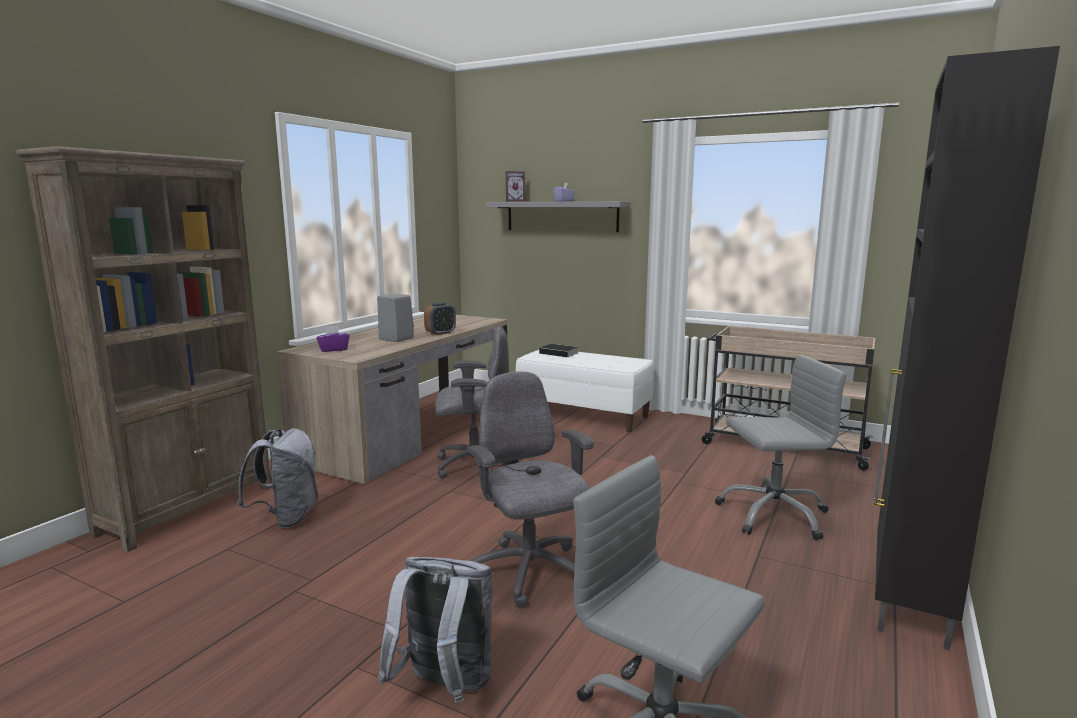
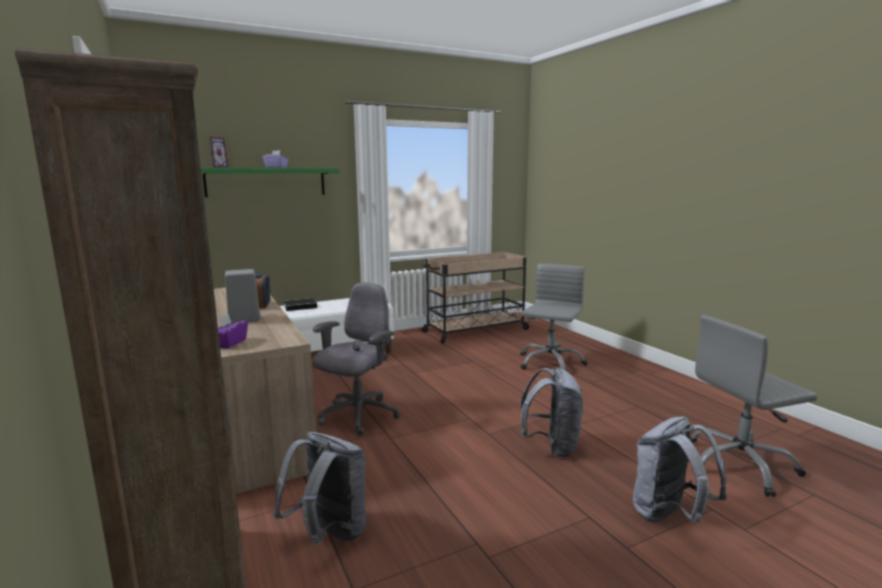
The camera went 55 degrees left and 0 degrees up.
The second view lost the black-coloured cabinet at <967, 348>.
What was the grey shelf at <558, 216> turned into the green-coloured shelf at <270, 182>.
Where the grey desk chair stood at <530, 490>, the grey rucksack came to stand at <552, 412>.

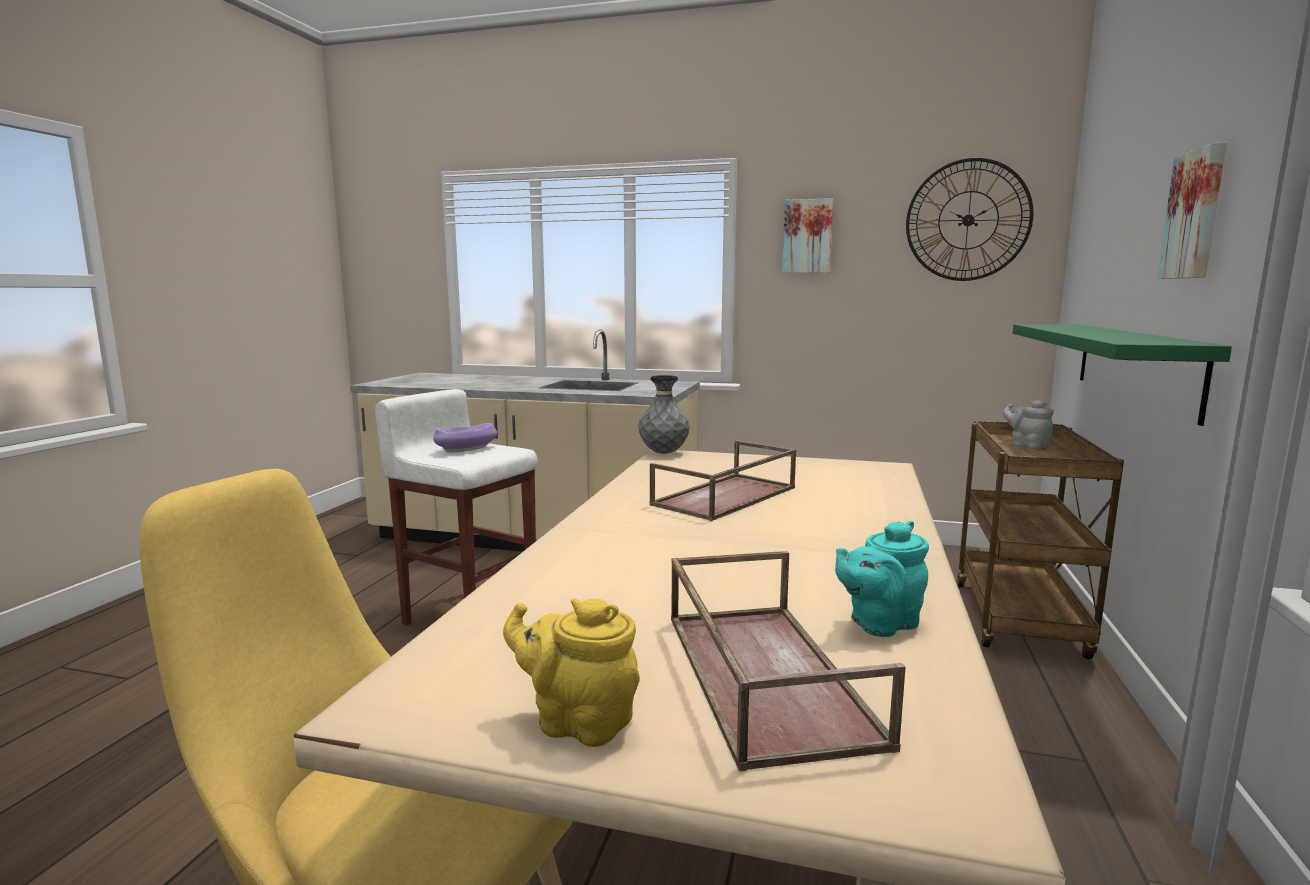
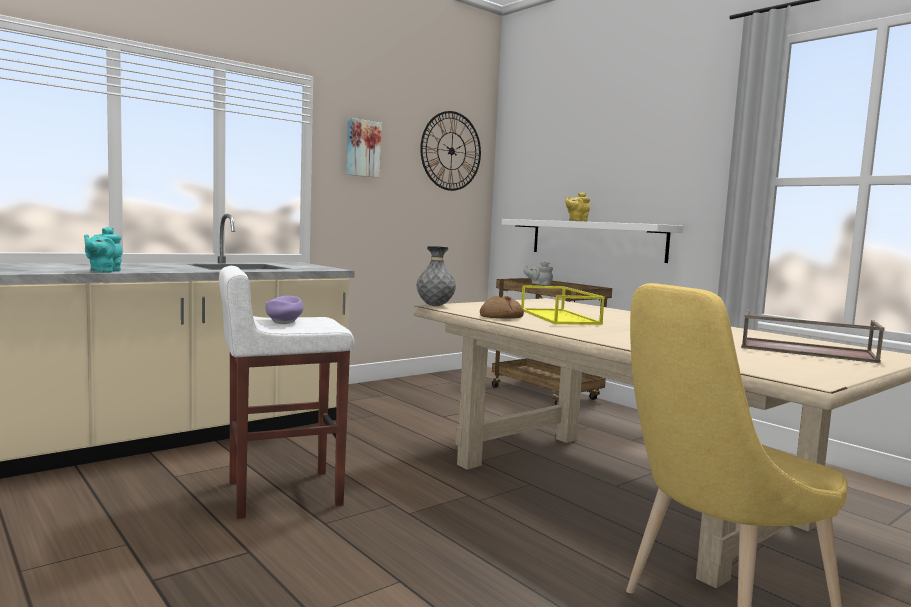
The camera went 55 degrees left and 5 degrees down.
The second view lost the wall picture at <1191, 210>.
What was the green-coloured shelf at <1122, 375> turned into the white-coloured shelf at <593, 241>.
What was the brown carrying tray at <722, 480> turned into the yellowish carrying tray at <563, 305>.
The turquoise tea pot ended up elsewhere, having gone from <882, 579> to <103, 250>.
The yellowish tea pot ended up elsewhere, having gone from <571, 672> to <577, 207>.
The second view gained the bread at <502, 307>.

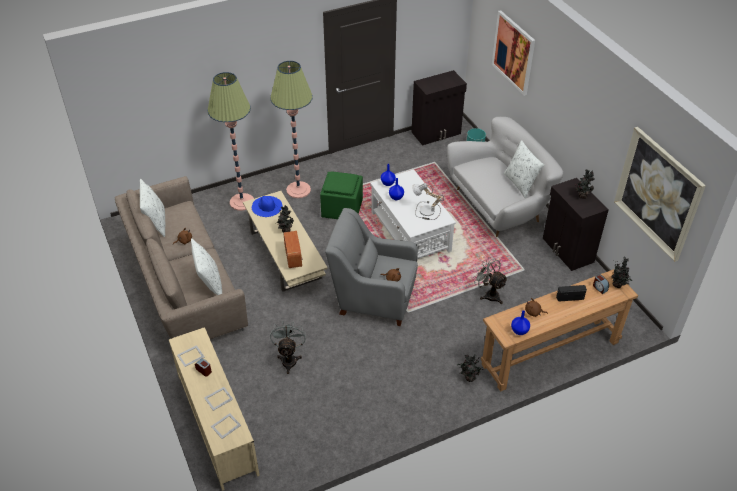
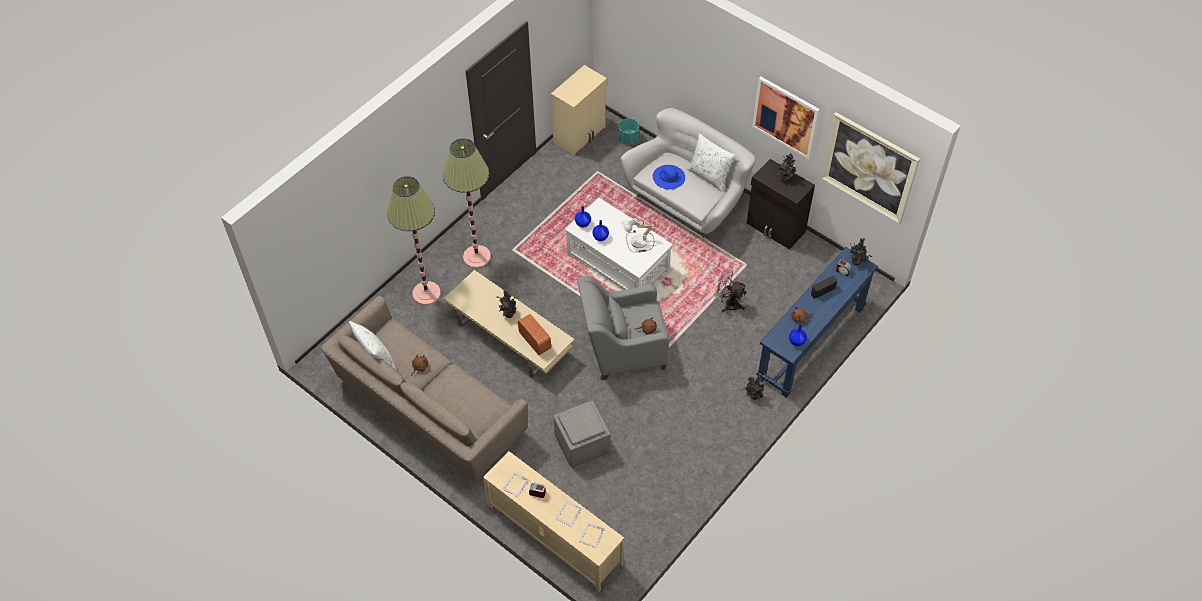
The camera went 25 degrees left and 10 degrees up.
The wall picture ended up elsewhere, having gone from <513, 53> to <786, 118>.
What was the black-coloured cabinet at <439, 107> turned into the beige-coloured cabinet at <579, 110>.
The second view lost the green-coloured ottoman at <341, 195>.
The blue-coloured hat ended up elsewhere, having gone from <267, 206> to <669, 177>.
The second view lost the white-coloured throw pillow at <206, 266>.
What was the brown hall table at <559, 330> turned into the blue-coloured hall table at <817, 322>.
Where the grey electric fan stood at <288, 347>, the grey ottoman came to stand at <581, 434>.

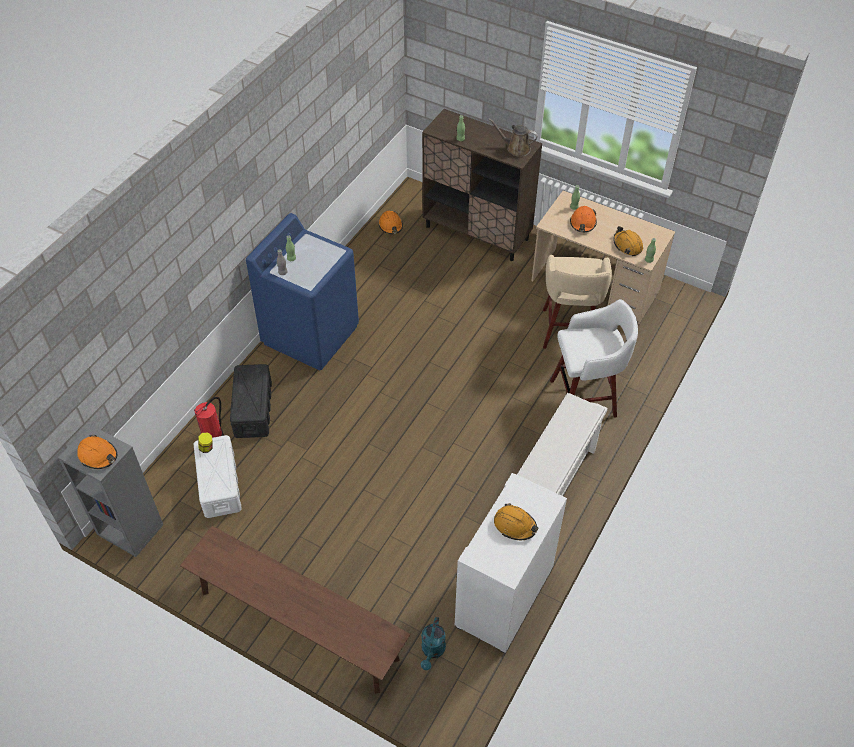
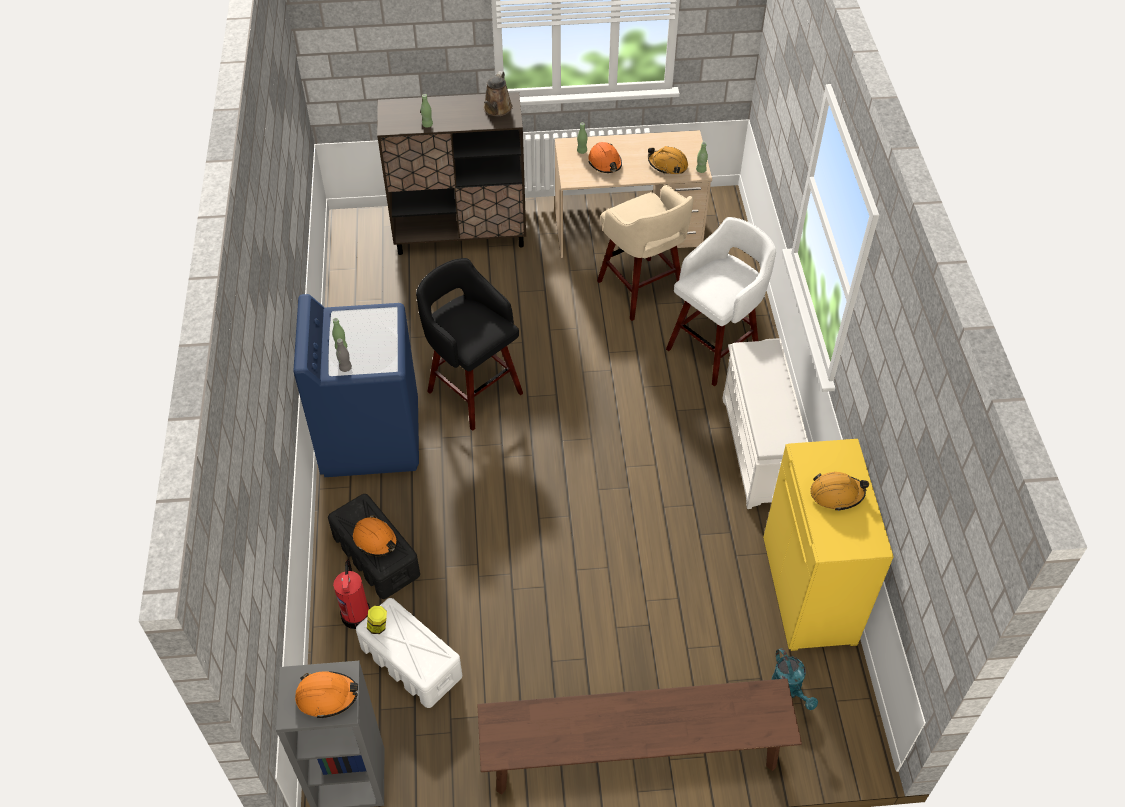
The camera went 35 degrees left and 0 degrees up.
The brown watering pot at <513, 138> ended up facing another way, 60 degrees counterclockwise from before.
The orange-coloured safety helmet ended up elsewhere, having gone from <390, 222> to <375, 535>.
What was the white-coloured cabinet at <511, 563> turned into the yellowish cabinet at <828, 545>.
The second view gained the black-coloured stool seat at <469, 344>.

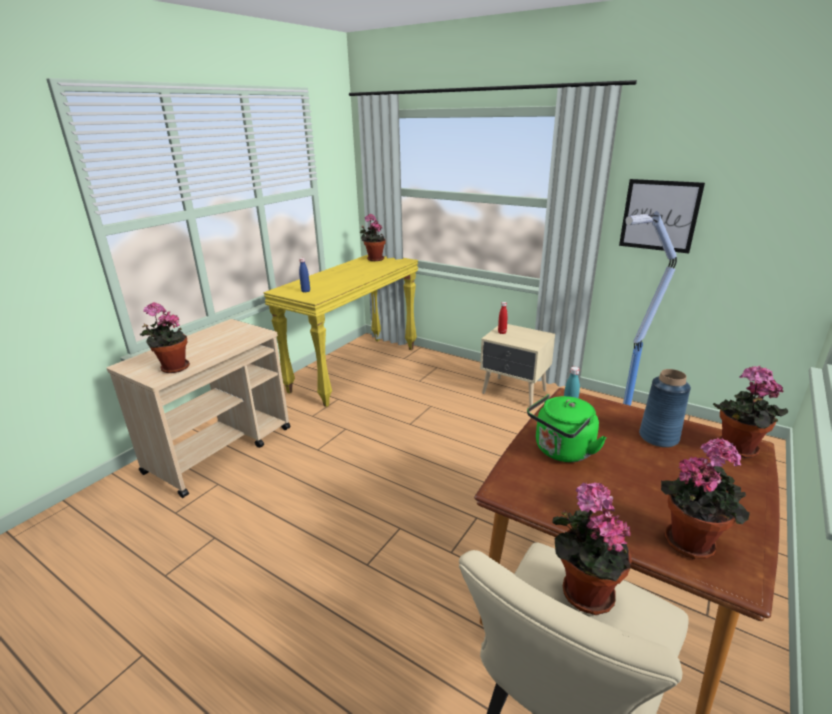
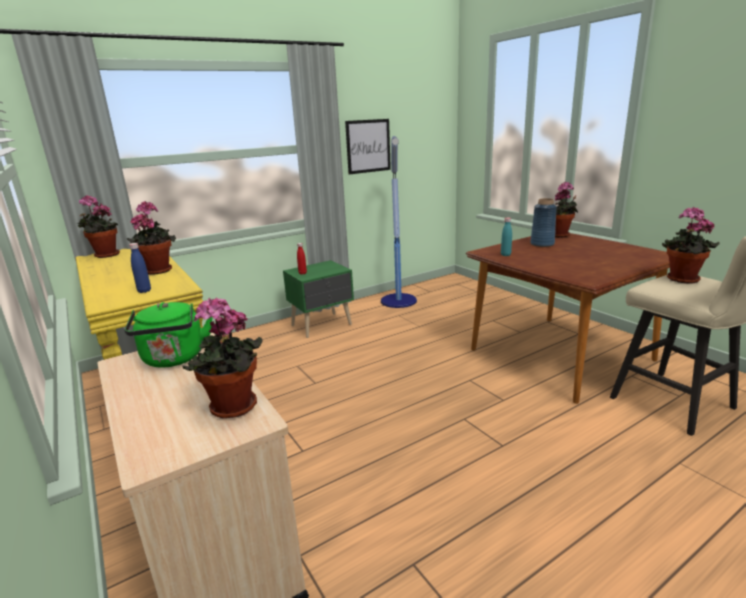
The camera went 65 degrees left and 5 degrees down.
What was the beige-coloured nightstand at <517, 365> turned into the green-coloured nightstand at <318, 299>.
The green-coloured kettle ended up elsewhere, having gone from <567, 428> to <168, 335>.
The potted plant ended up elsewhere, having gone from <705, 498> to <151, 238>.

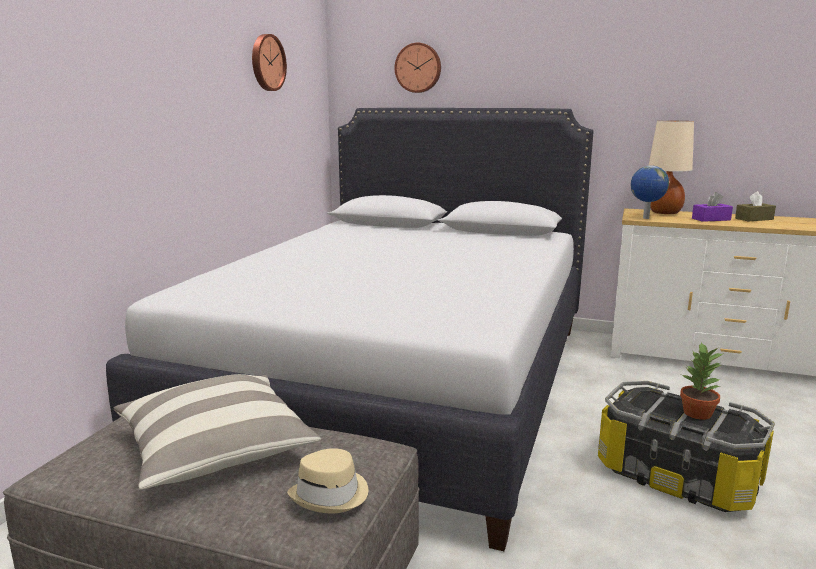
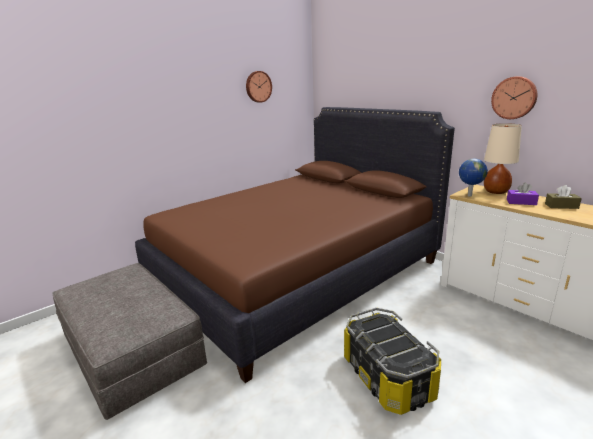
The camera went 30 degrees right and 5 degrees up.
The wall clock ended up elsewhere, having gone from <418, 68> to <514, 97>.
What was the white-coloured sleeping bed at <350, 329> turned into the brown sleeping bed at <295, 245>.
The second view lost the potted plant at <702, 381>.
The second view lost the throw pillow at <217, 432>.
The second view lost the beige-coloured hat at <327, 480>.

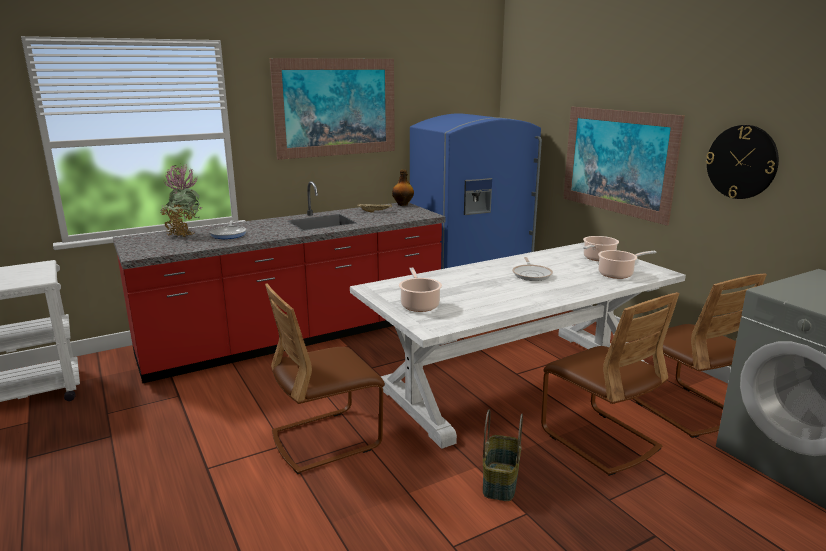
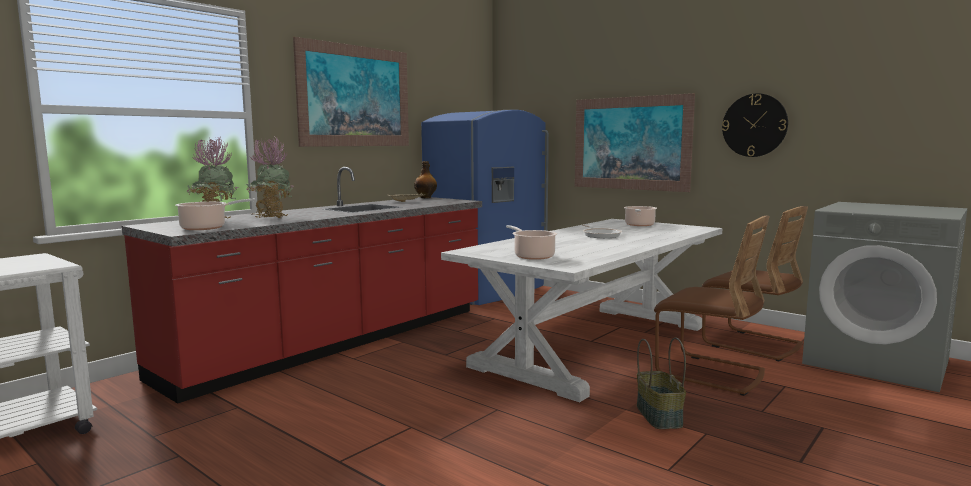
The camera went 20 degrees left and 10 degrees down.
Where the skillet stood at <228, 229>, the potted plant came to stand at <270, 177>.
The stockpot ended up elsewhere, having gone from <627, 264> to <215, 214>.
The second view lost the brown chair at <325, 378>.

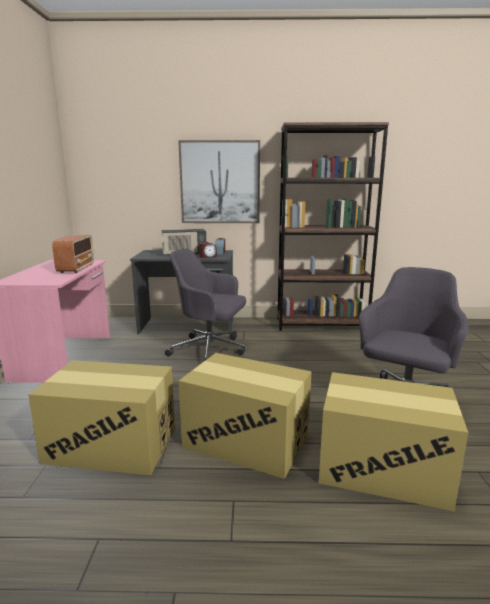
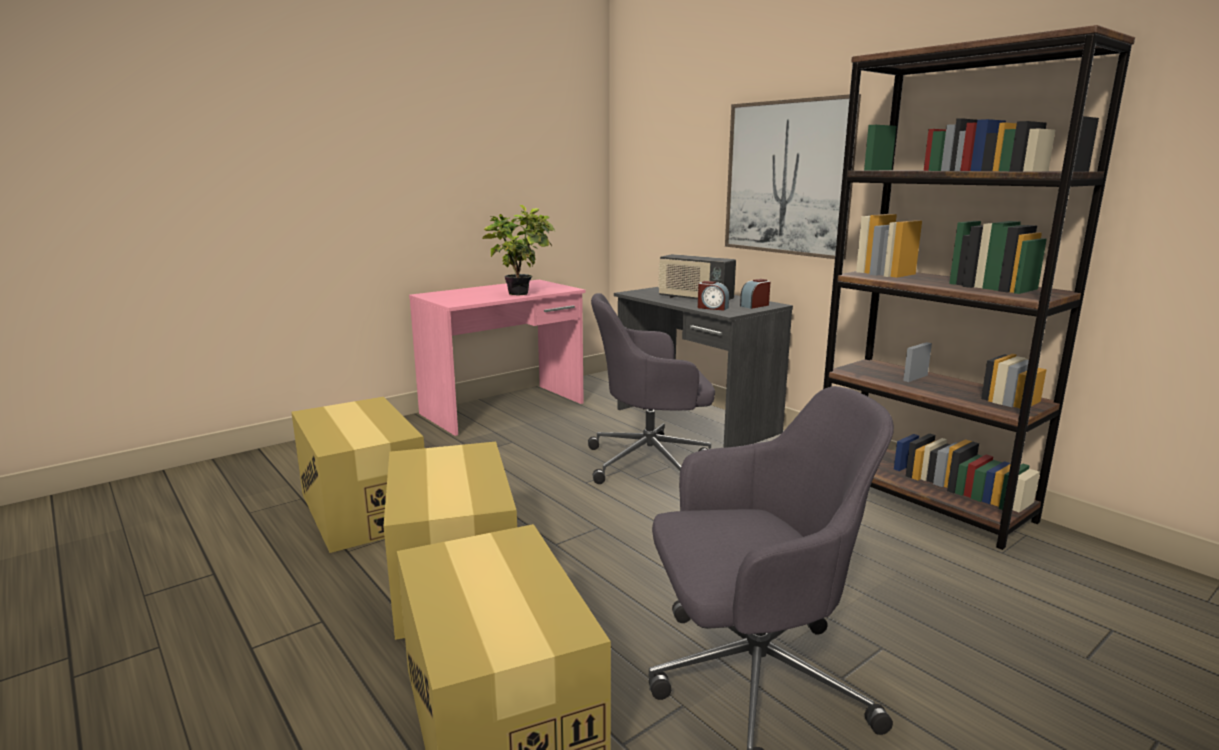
The camera went 50 degrees right and 0 degrees up.
Where the radio receiver stood at <73, 254>, the potted plant came to stand at <518, 250>.
The grey desk chair at <205, 304> ended up facing another way, 75 degrees counterclockwise from before.

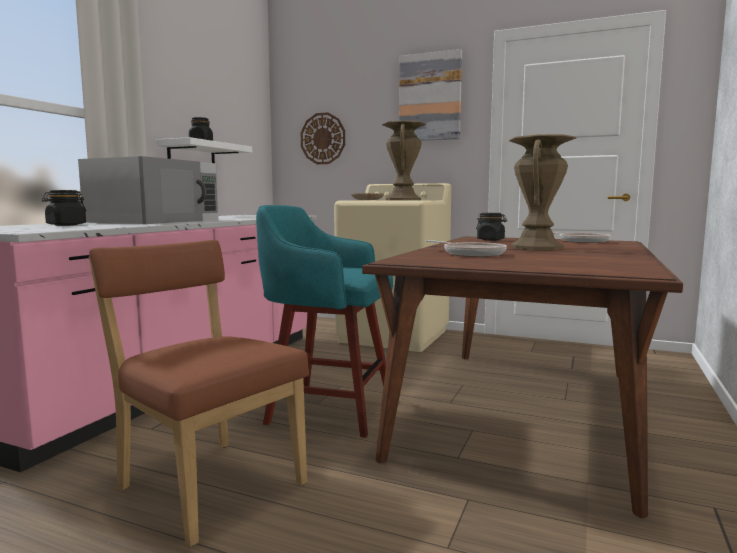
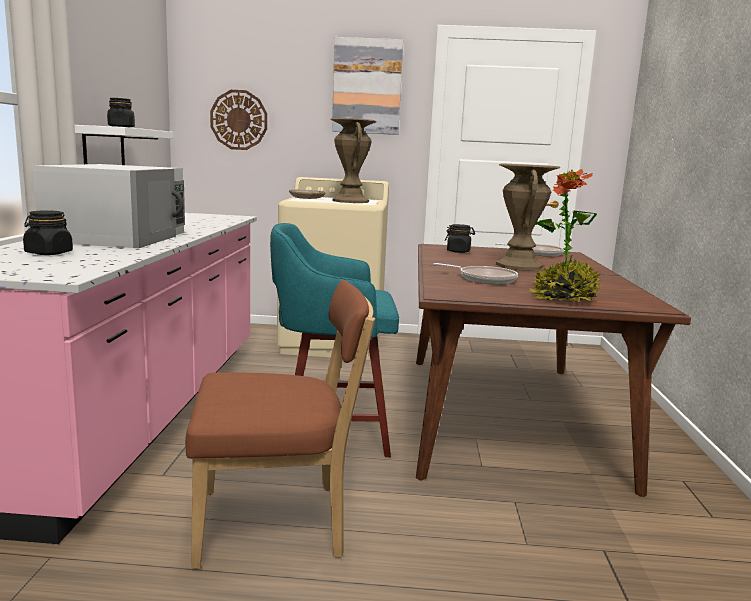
The camera went 20 degrees left and 5 degrees up.
The brown chair at <199, 393> ended up facing another way, 150 degrees clockwise from before.
The second view gained the potted plant at <564, 235>.

